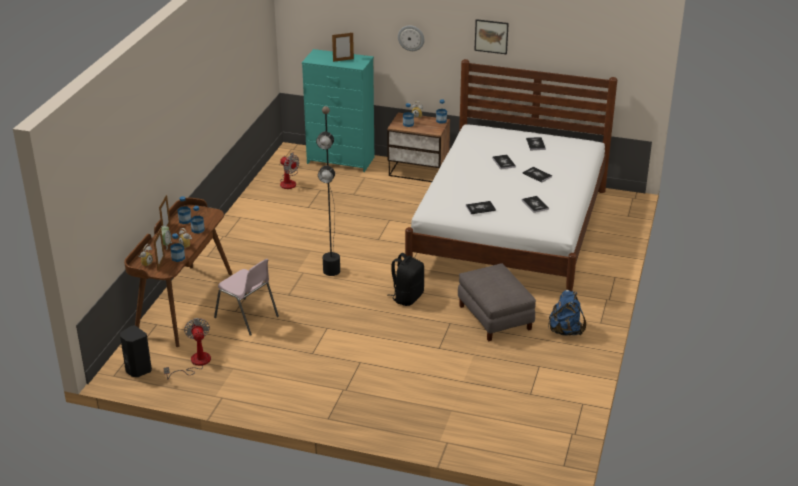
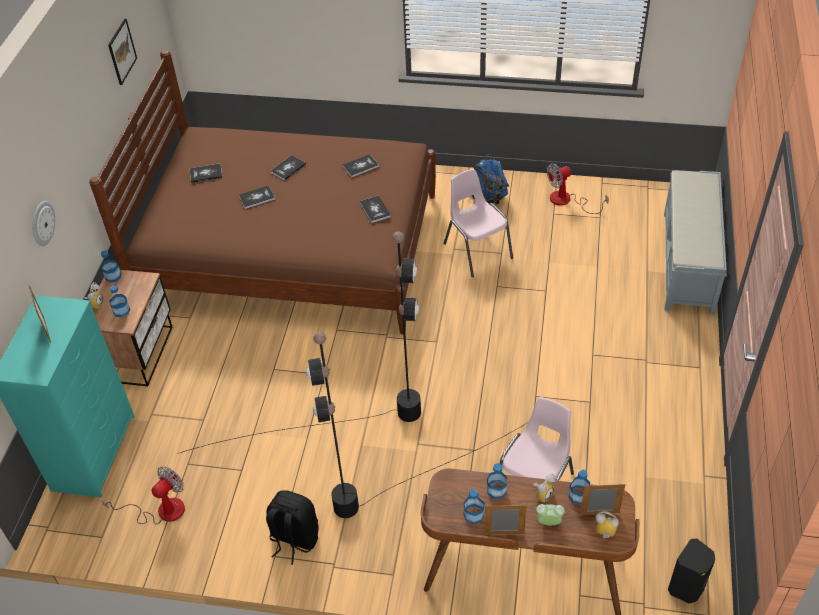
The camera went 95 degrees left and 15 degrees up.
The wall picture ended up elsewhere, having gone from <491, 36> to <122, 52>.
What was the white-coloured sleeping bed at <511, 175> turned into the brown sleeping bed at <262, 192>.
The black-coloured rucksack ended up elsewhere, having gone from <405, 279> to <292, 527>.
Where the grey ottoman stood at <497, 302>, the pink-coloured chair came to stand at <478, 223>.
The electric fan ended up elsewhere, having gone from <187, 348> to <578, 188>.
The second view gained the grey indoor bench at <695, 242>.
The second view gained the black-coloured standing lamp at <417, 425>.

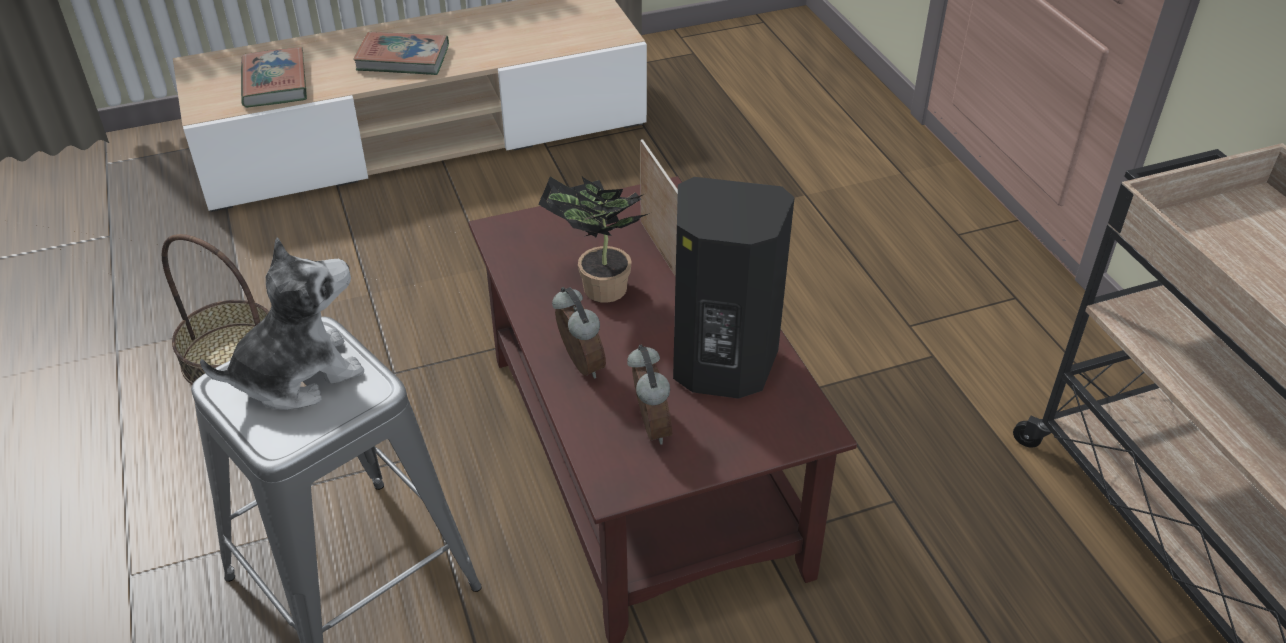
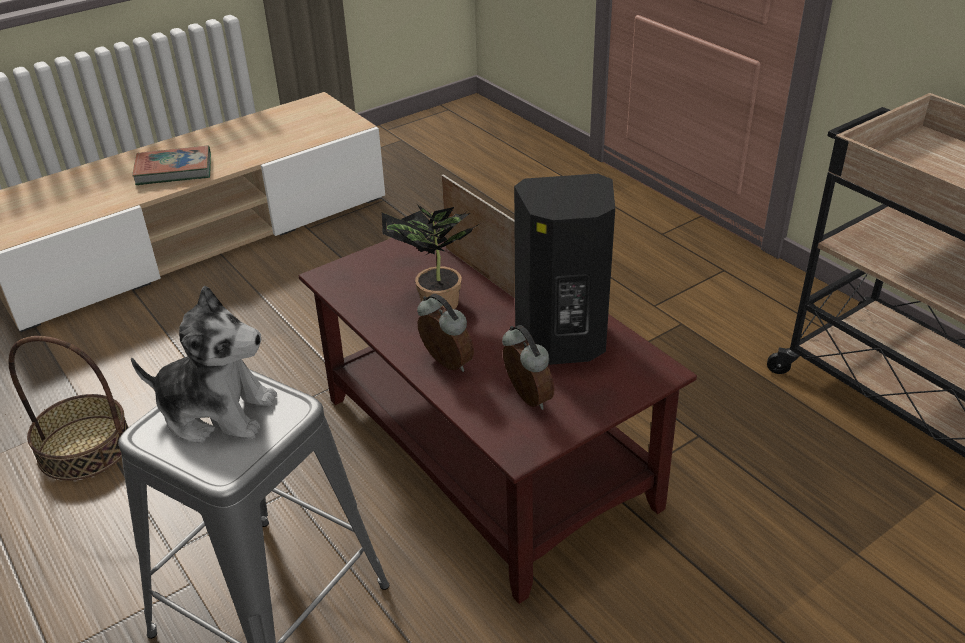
The camera went 15 degrees left and 5 degrees down.
The second view lost the bound book at <274, 77>.
The soft toy at <282, 323> ended up facing another way, 60 degrees clockwise from before.

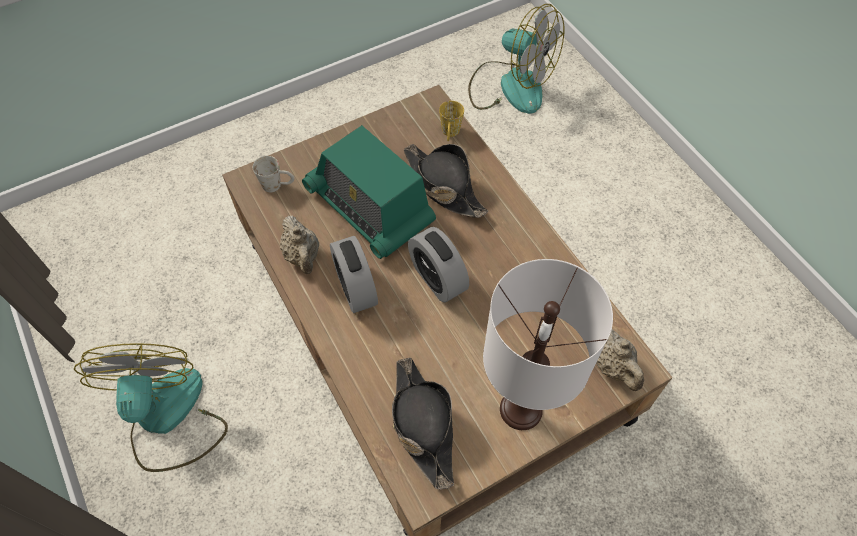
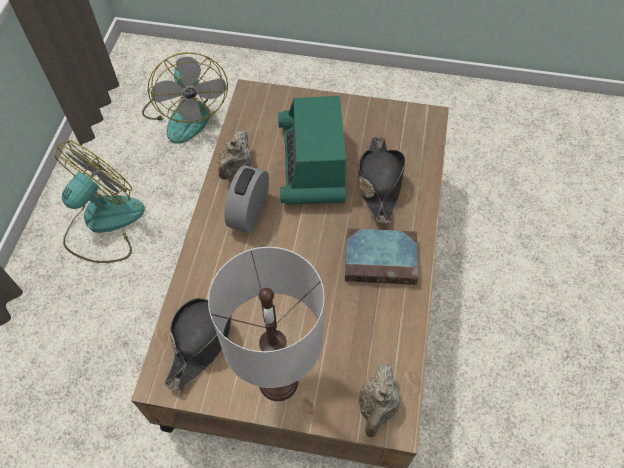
The camera went 40 degrees right and 0 degrees up.
The electric fan ended up elsewhere, having gone from <516, 59> to <185, 98>.
The second view lost the yellowish coffee mug at <451, 121>.
The second view lost the white-coloured coffee mug at <274, 174>.
The second view lost the table clock at <438, 265>.
The second view gained the bound book at <381, 256>.

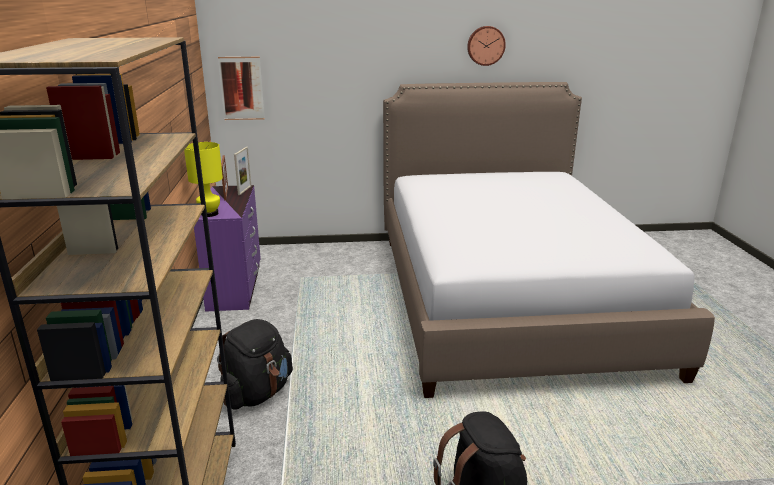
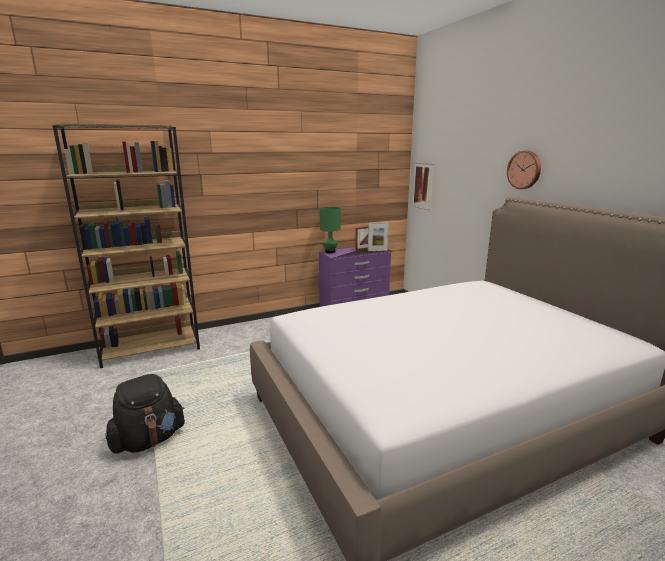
The camera went 70 degrees right and 5 degrees down.
The wall clock ended up elsewhere, having gone from <486, 46> to <524, 170>.
What was the yellowish lamp for a table at <203, 179> turned into the green-coloured lamp for a table at <330, 230>.
The second view lost the black-coloured rucksack at <255, 364>.

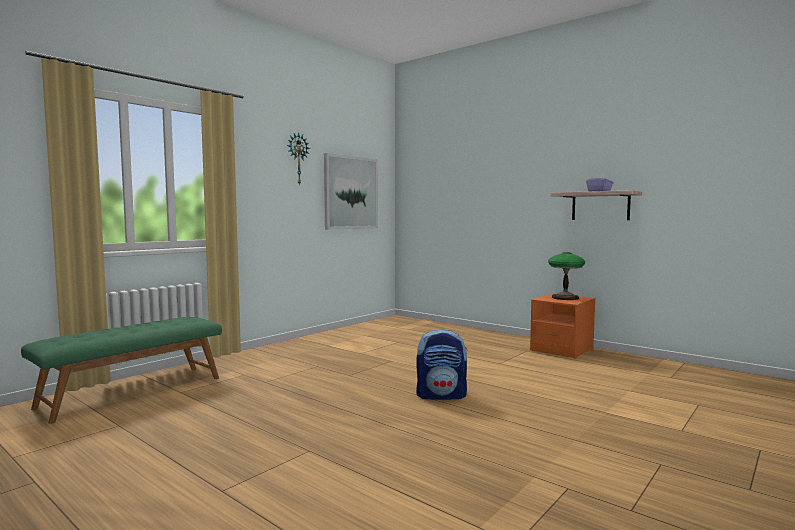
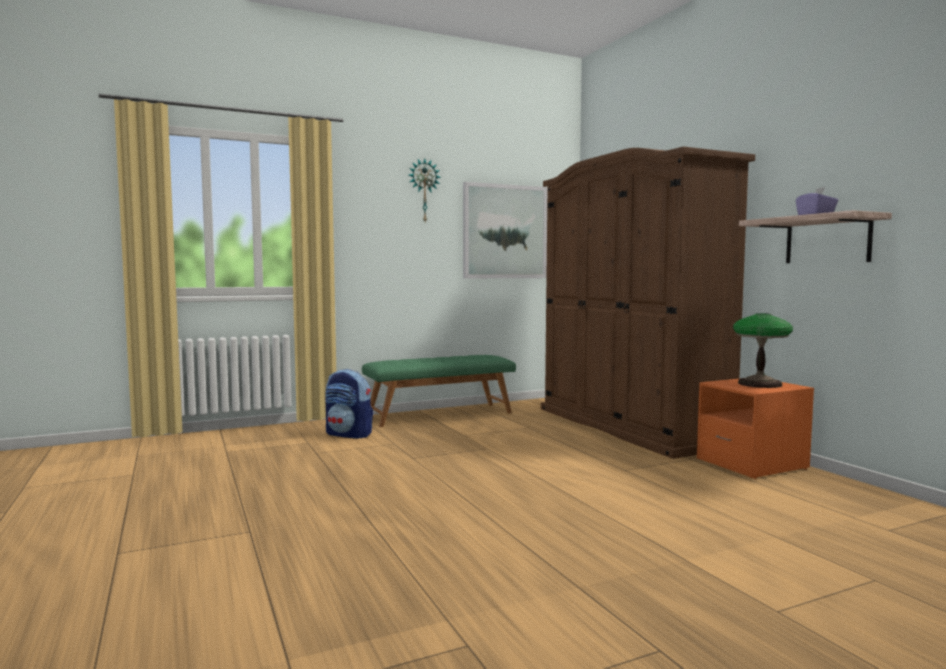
The camera went 25 degrees right and 0 degrees up.
The green-coloured indoor bench ended up elsewhere, having gone from <121, 370> to <439, 391>.
The rucksack ended up elsewhere, having gone from <441, 364> to <349, 404>.
The second view gained the brown clothes cupboard at <648, 303>.

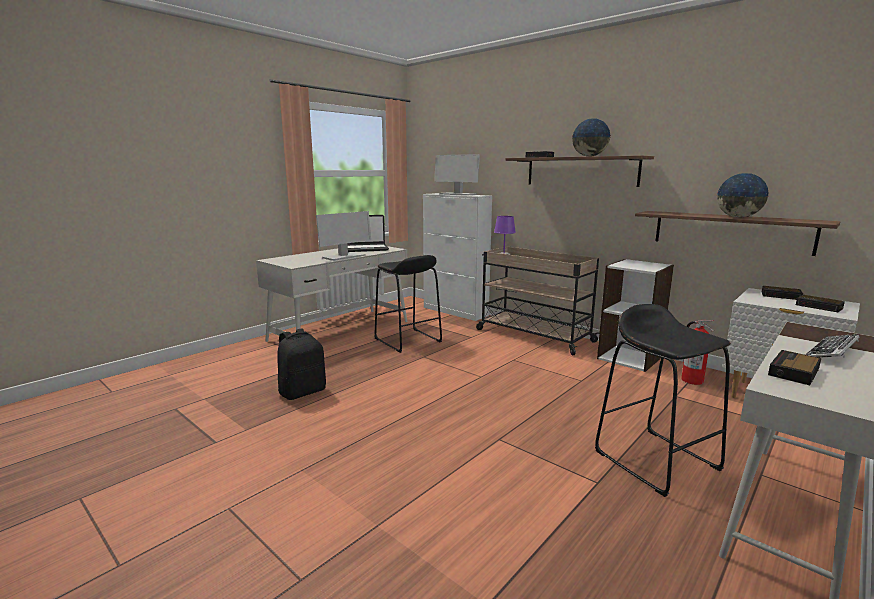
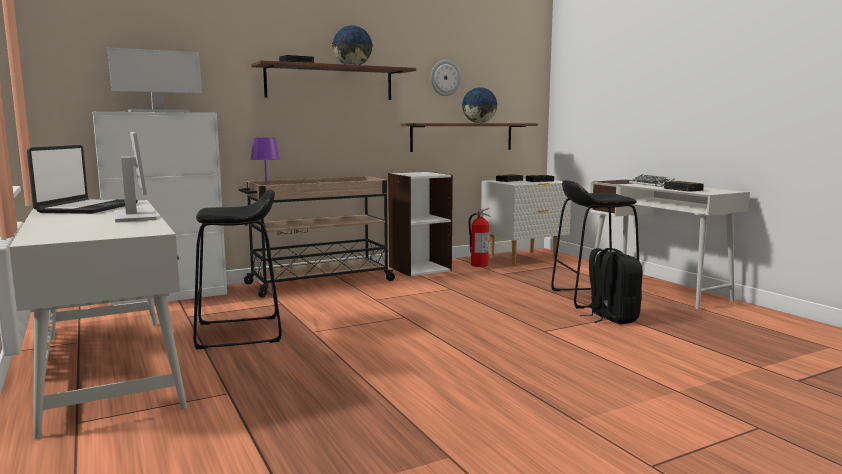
The camera went 70 degrees left and 5 degrees down.
The black-coloured rucksack ended up elsewhere, having gone from <301, 364> to <611, 286>.
The second view gained the wall clock at <446, 78>.

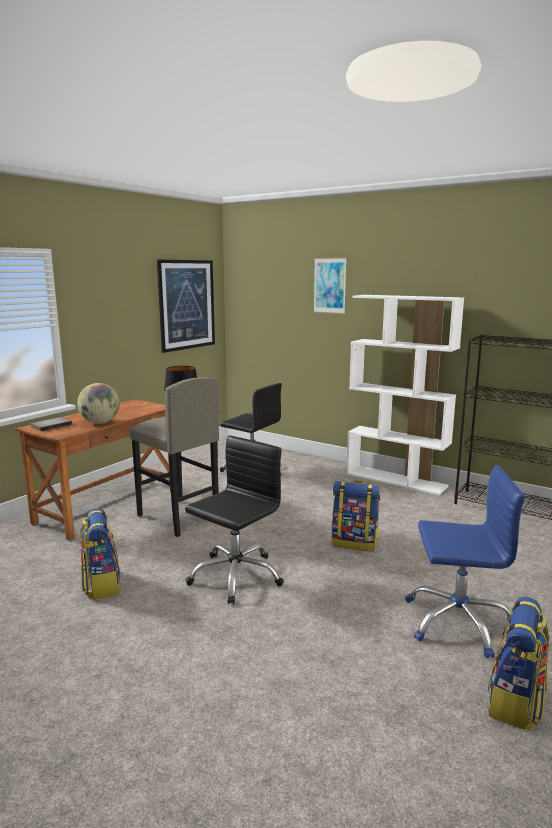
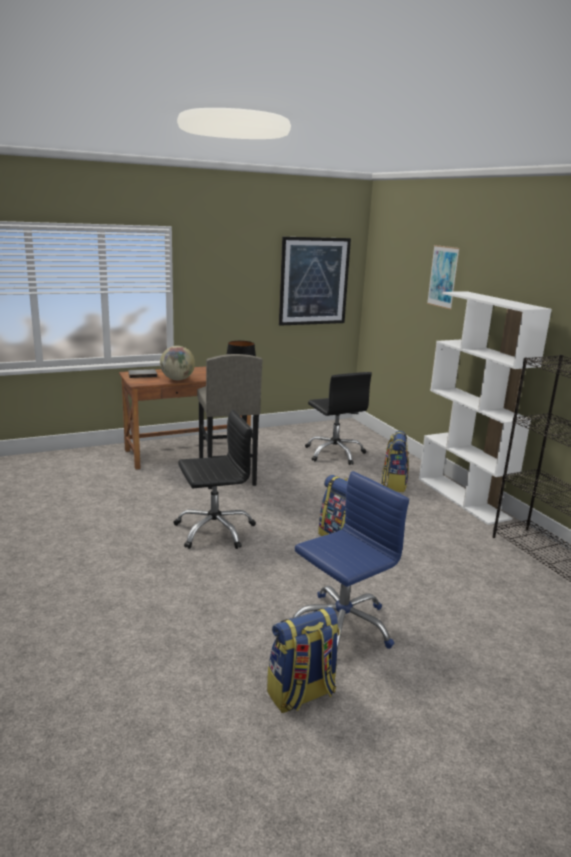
The camera went 30 degrees right and 5 degrees up.
The blue-coloured desk chair at <465, 561> ended up facing another way, 75 degrees counterclockwise from before.
The rucksack ended up elsewhere, having gone from <100, 553> to <395, 461>.

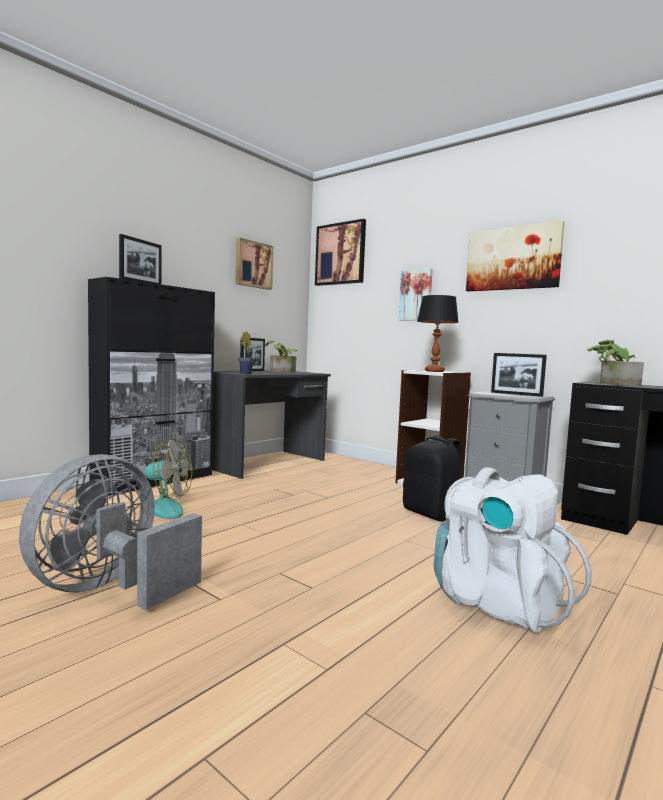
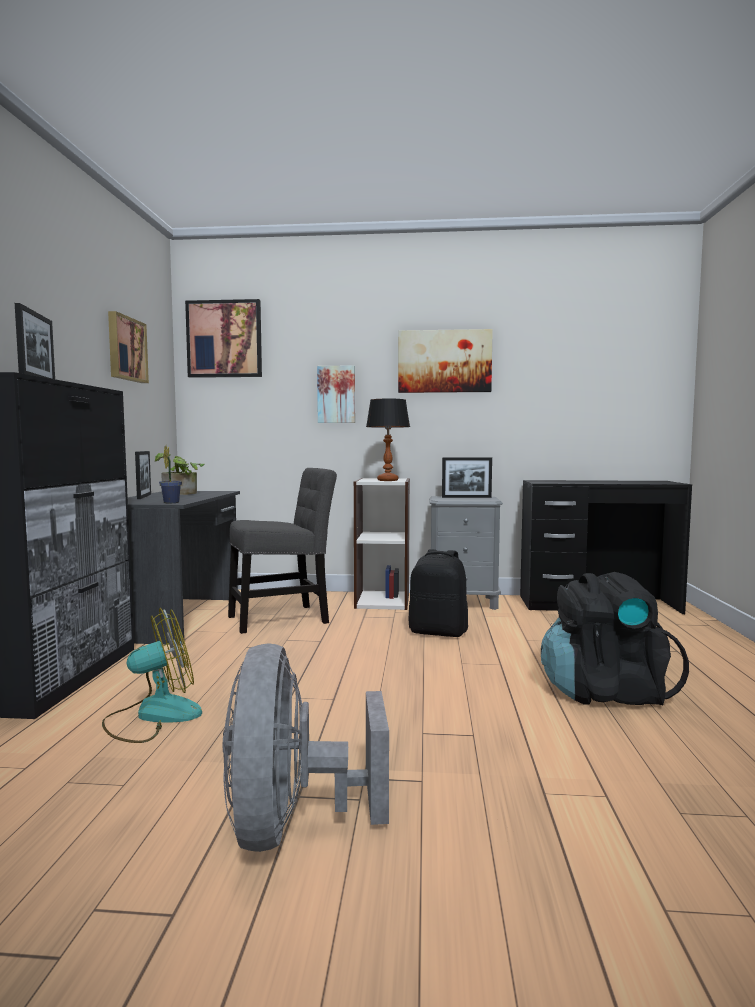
The camera went 35 degrees left and 0 degrees up.
The second view lost the potted plant at <615, 363>.
What was the white-coloured rucksack at <513, 550> turned into the black-coloured rucksack at <615, 638>.
The second view gained the grey chair at <282, 551>.

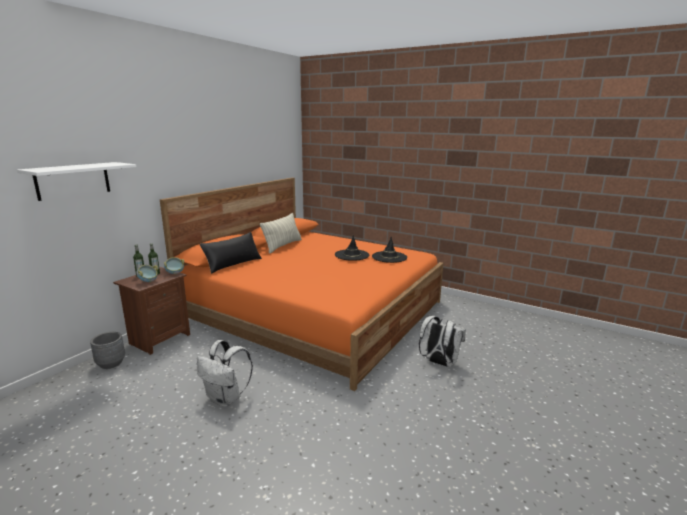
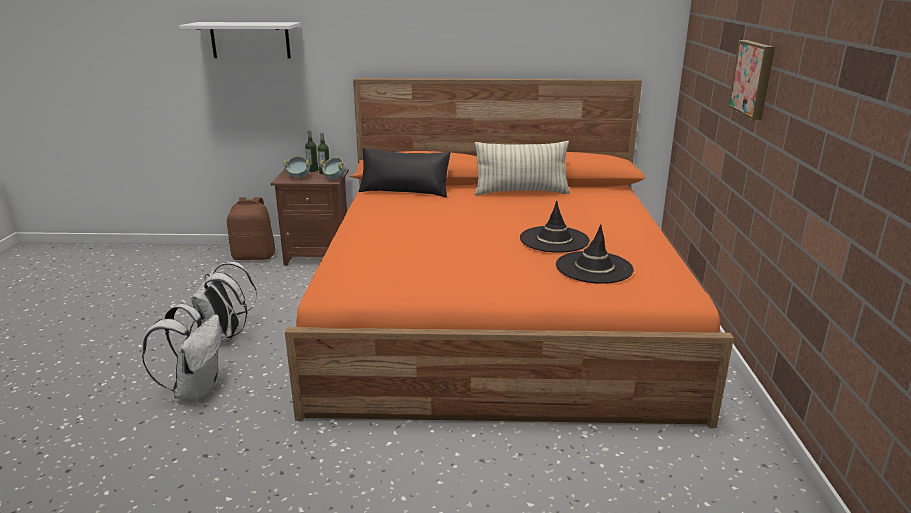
The camera went 60 degrees right and 5 degrees up.
The white-coloured rucksack ended up elsewhere, having gone from <442, 341> to <181, 352>.
Where the grey plant pot stood at <107, 350>, the brown rucksack came to stand at <251, 228>.
The second view gained the wall picture at <751, 80>.

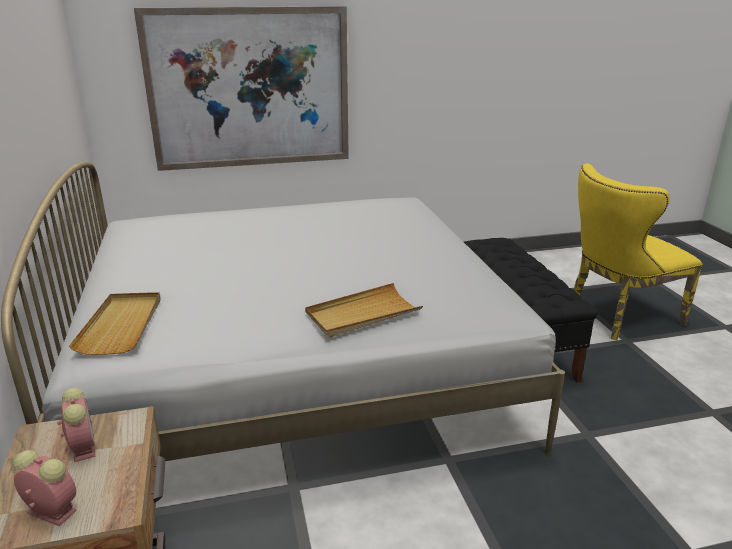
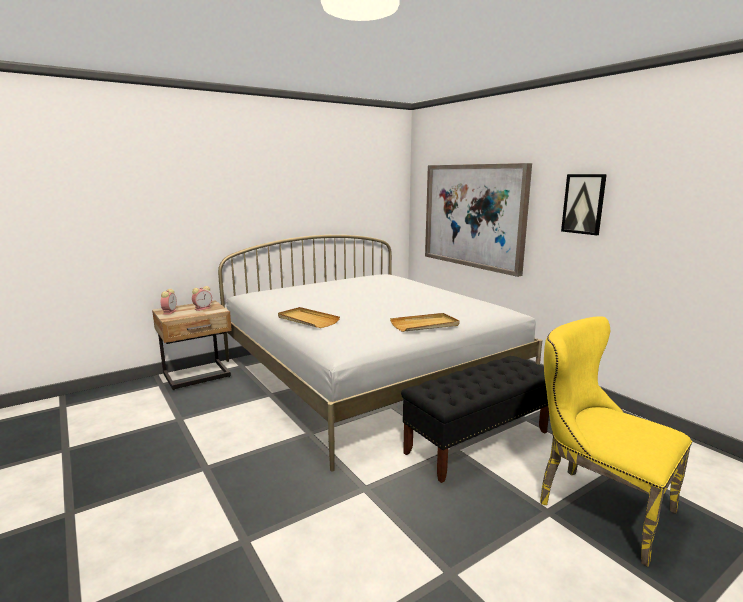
The camera went 70 degrees right and 10 degrees down.
The beige-coloured carrying tray ended up elsewhere, having gone from <114, 323> to <424, 322>.
The second view gained the wall picture at <584, 204>.

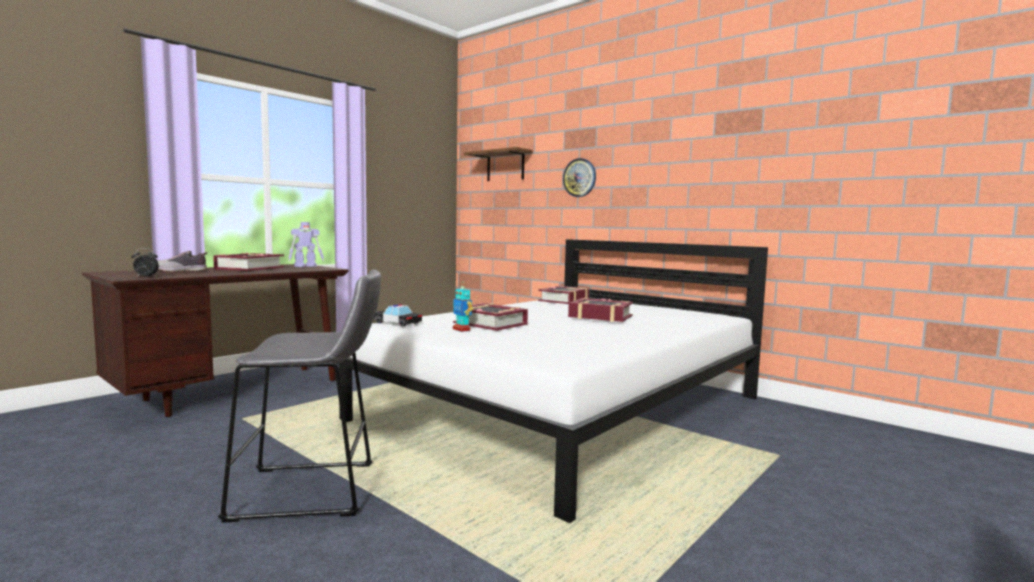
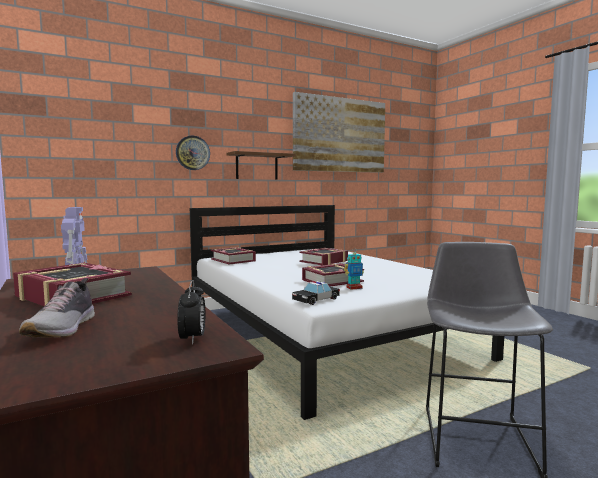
The camera went 70 degrees left and 0 degrees up.
The brown shelf ended up elsewhere, having gone from <498, 164> to <261, 165>.
The second view gained the wall picture at <339, 132>.

